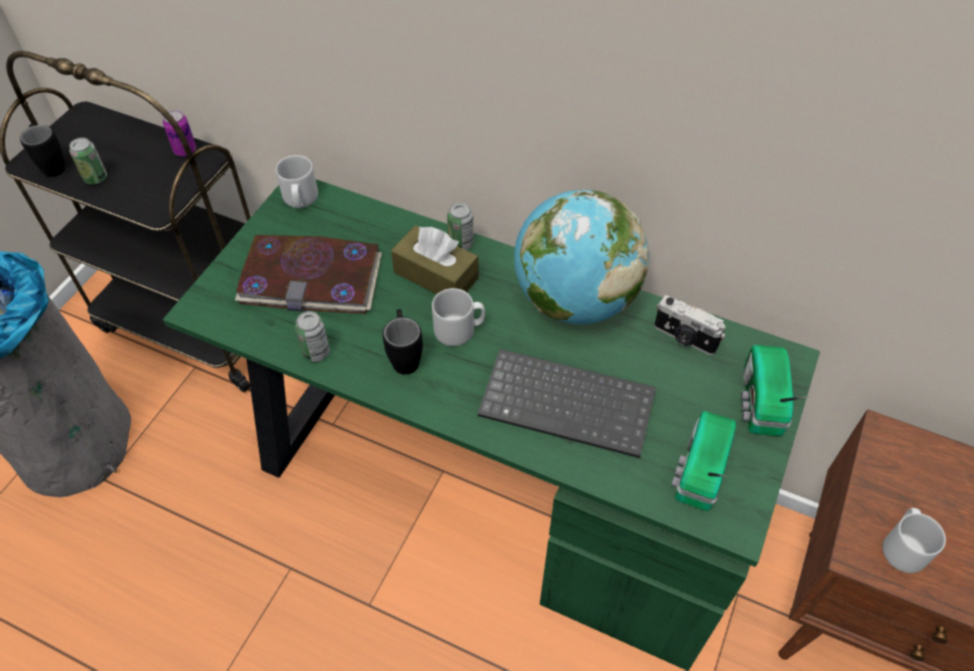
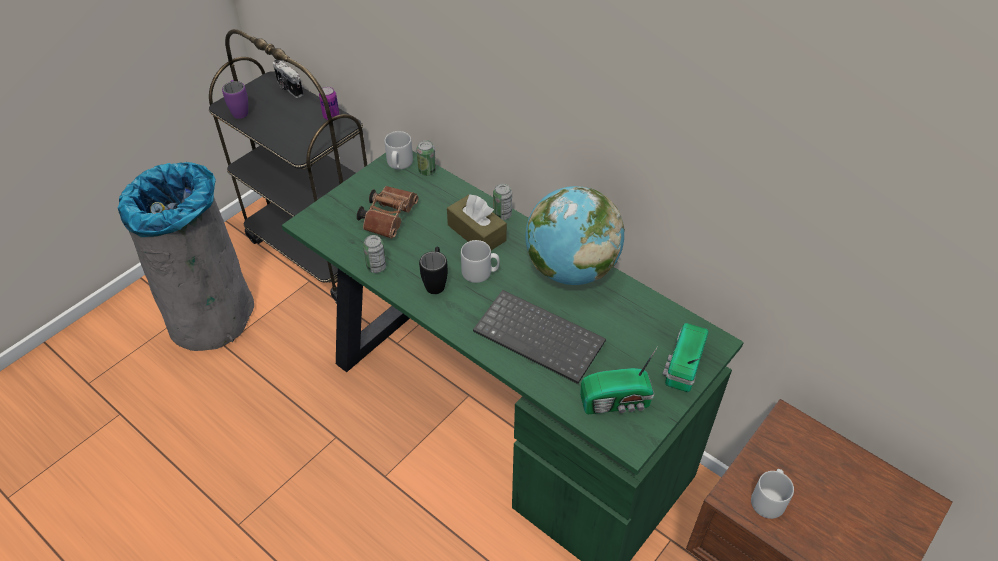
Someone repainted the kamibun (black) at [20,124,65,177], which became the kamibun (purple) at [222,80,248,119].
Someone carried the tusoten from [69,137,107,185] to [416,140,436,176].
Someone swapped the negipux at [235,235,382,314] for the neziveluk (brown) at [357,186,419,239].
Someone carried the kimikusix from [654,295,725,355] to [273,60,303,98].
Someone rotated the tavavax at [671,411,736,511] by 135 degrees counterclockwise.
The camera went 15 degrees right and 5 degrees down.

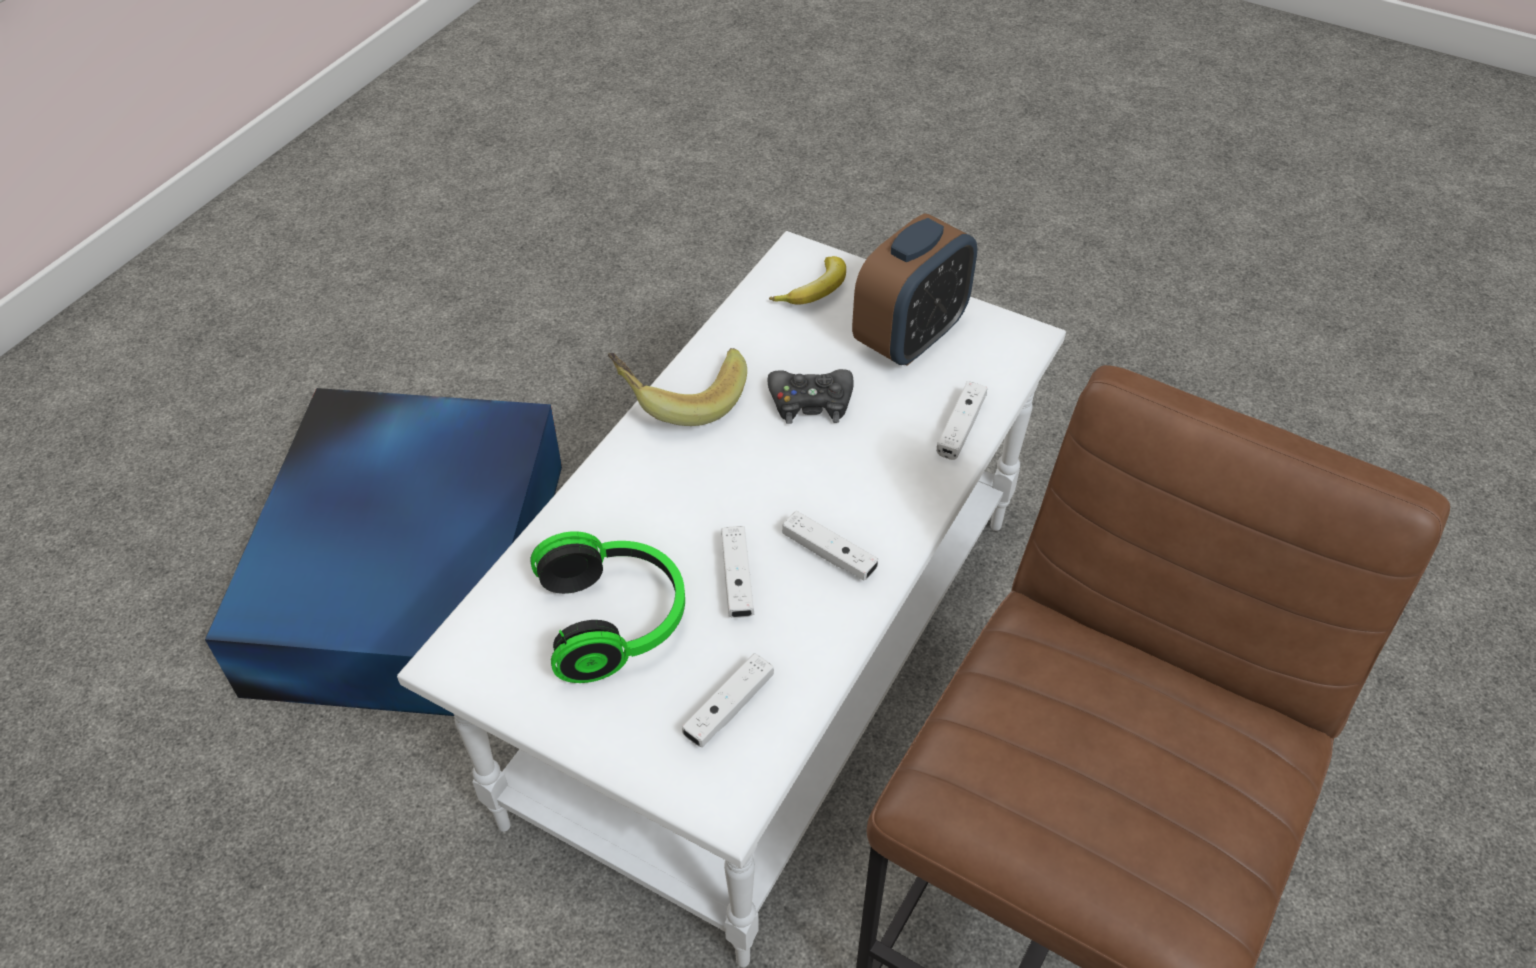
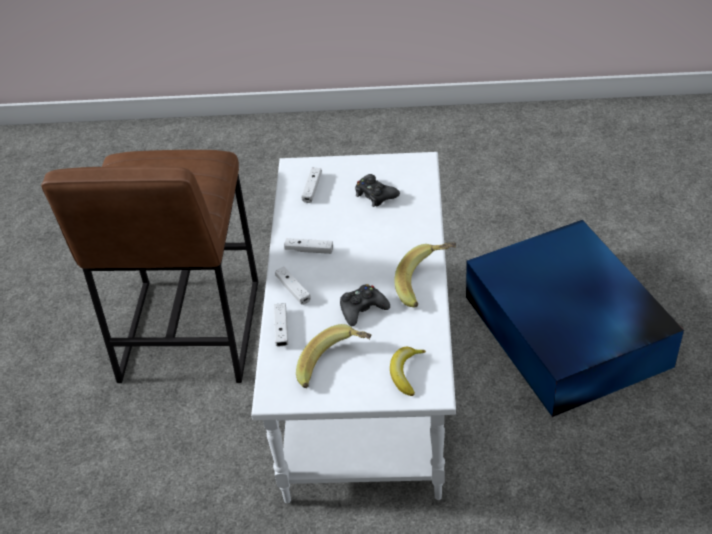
Someone swapped the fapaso at [530,531,685,683] for the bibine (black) at [355,174,400,207].
Someone carried the bibine (white) from [721,526,754,618] to [275,267,311,305].
Someone swapped the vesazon at [852,214,978,366] for the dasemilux at [296,324,372,388].
The camera went 155 degrees right and 5 degrees down.

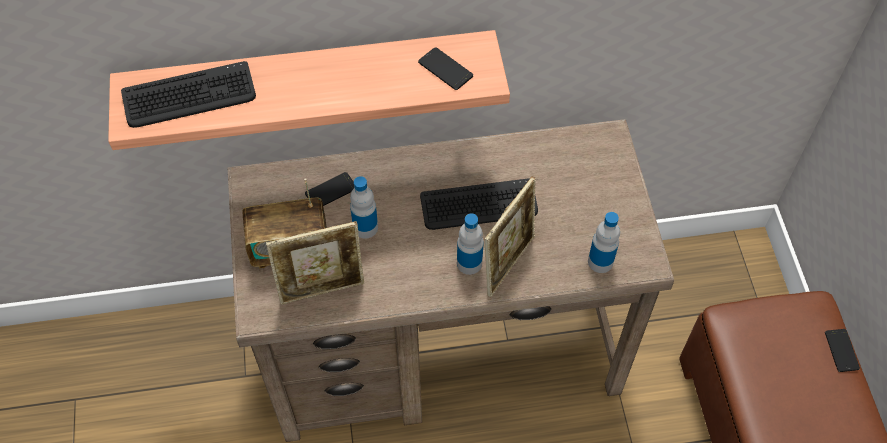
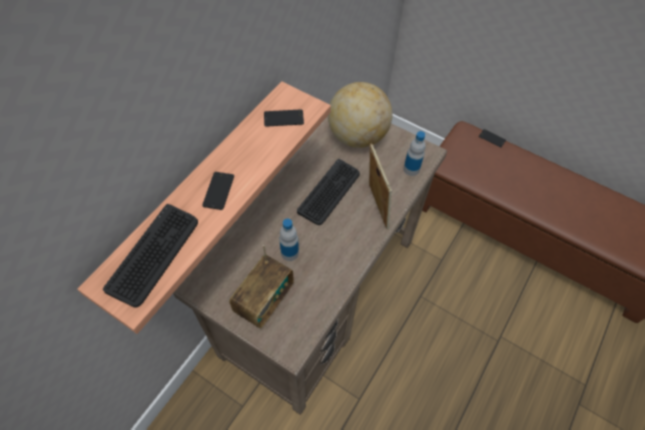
Someone took away the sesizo at [266,221,364,305].
Someone carried the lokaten from [305,172,354,206] to [202,172,234,210].
Someone took away the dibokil at [457,213,484,275].
Someone put down the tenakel at [328,82,392,148].
The camera went 50 degrees left and 0 degrees up.

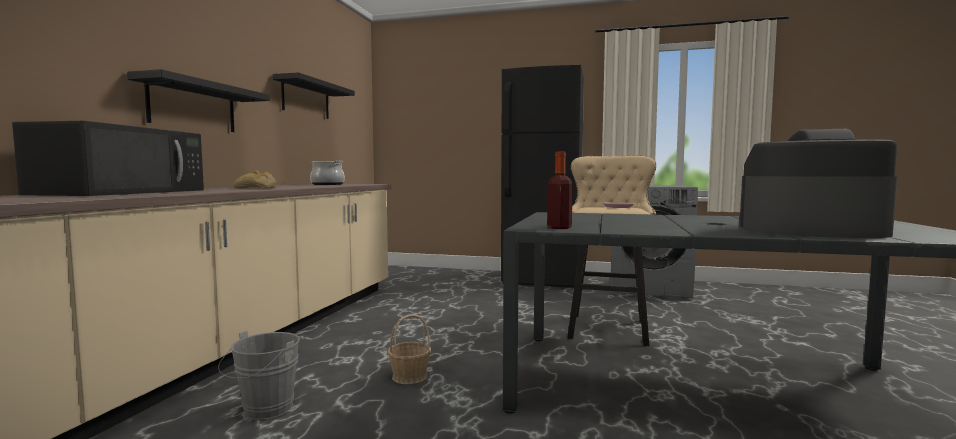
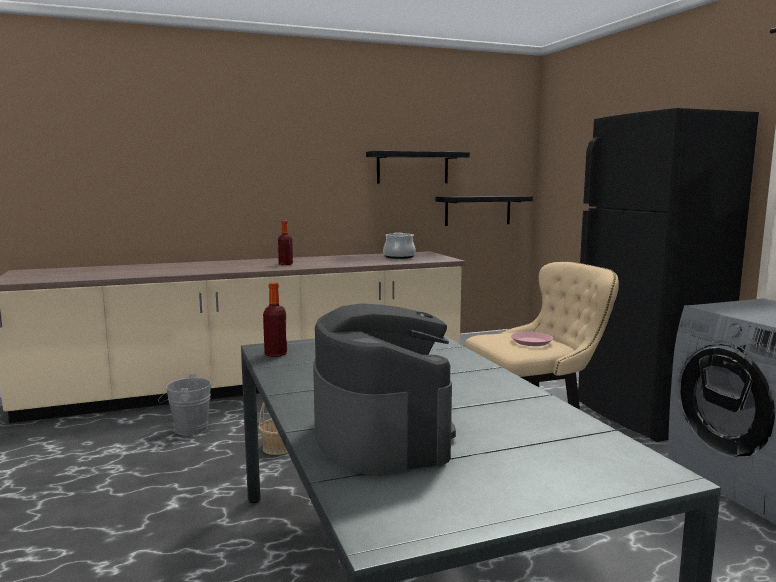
Someone took away the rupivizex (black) at [12,121,204,196].
Someone carried the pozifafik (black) from [127,69,270,132] to [436,196,533,226].
Someone swapped the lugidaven at [234,170,276,188] for the dibokil at [278,221,293,265].
The camera went 55 degrees right and 5 degrees up.

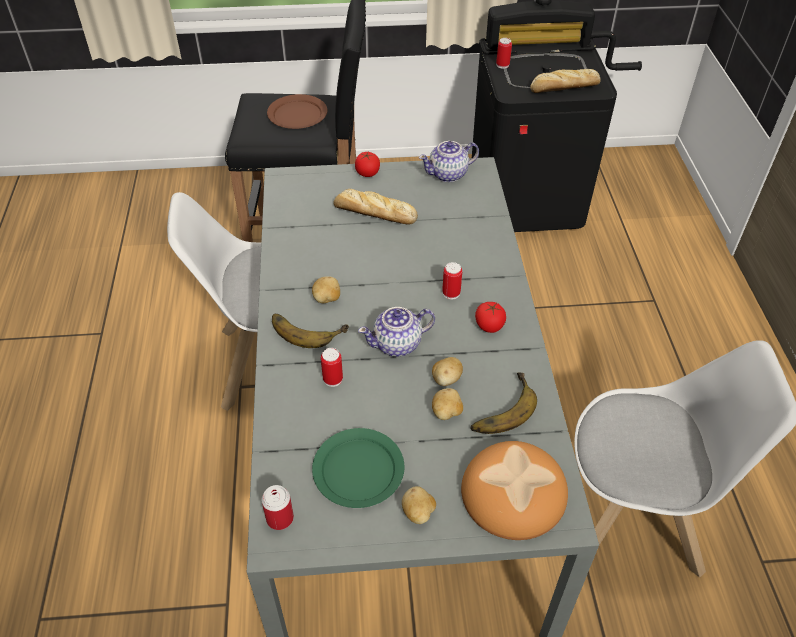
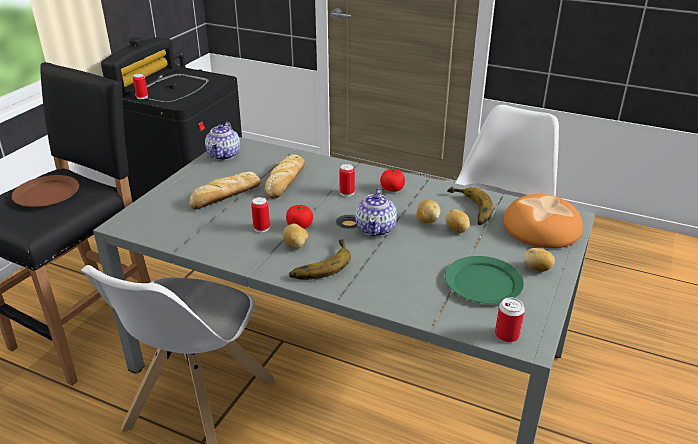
Someone carried the tusoten from [321,348,343,387] to [251,197,270,232].
Someone carried the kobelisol from [355,152,380,177] to [286,205,313,229].
Someone carried the lugidaven from [530,69,601,93] to [265,154,305,199].
The camera went 60 degrees left and 15 degrees down.

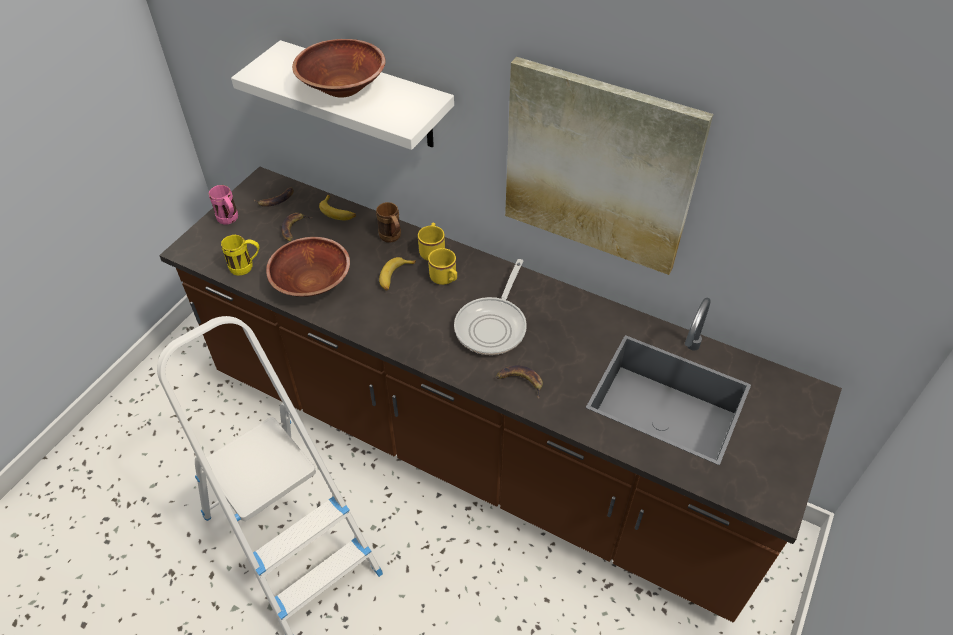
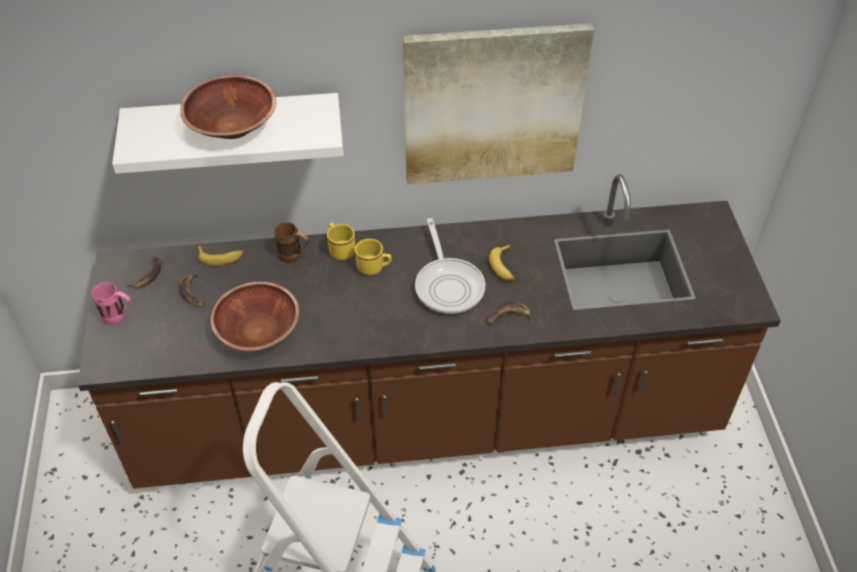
Someone took away the kamibun (yellow) at [221,235,260,276].
Someone carried the dasemilux from [379,257,416,291] to [489,244,515,281].
The camera went 35 degrees left and 0 degrees up.

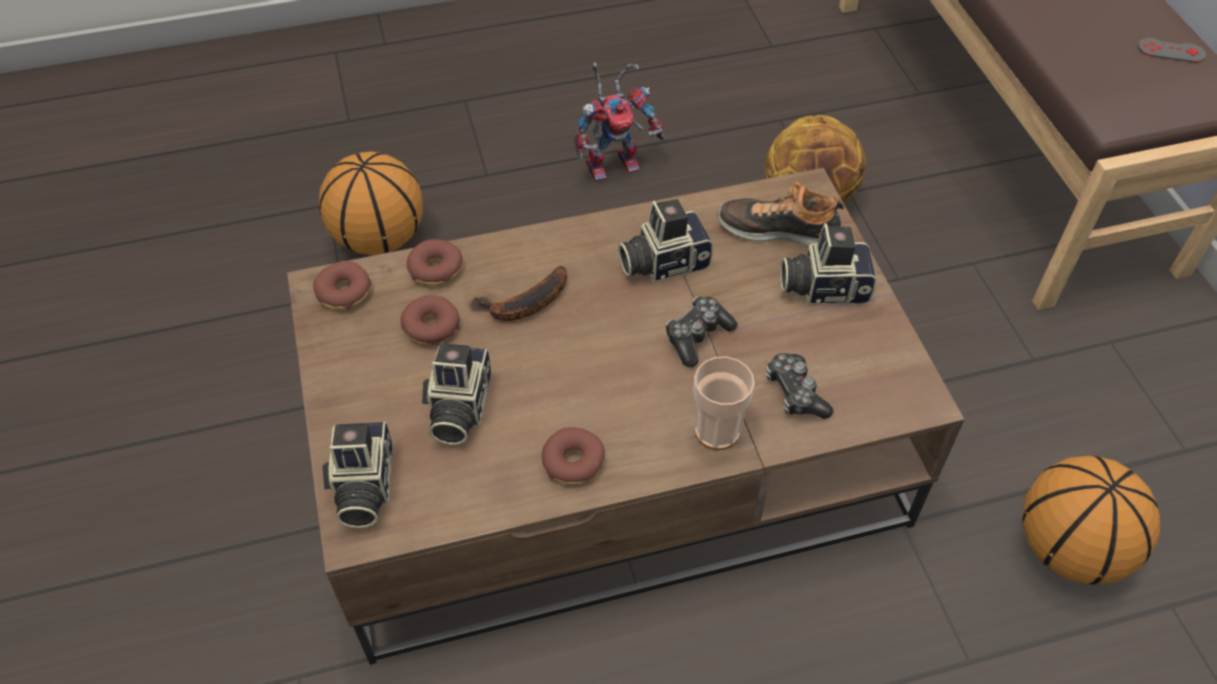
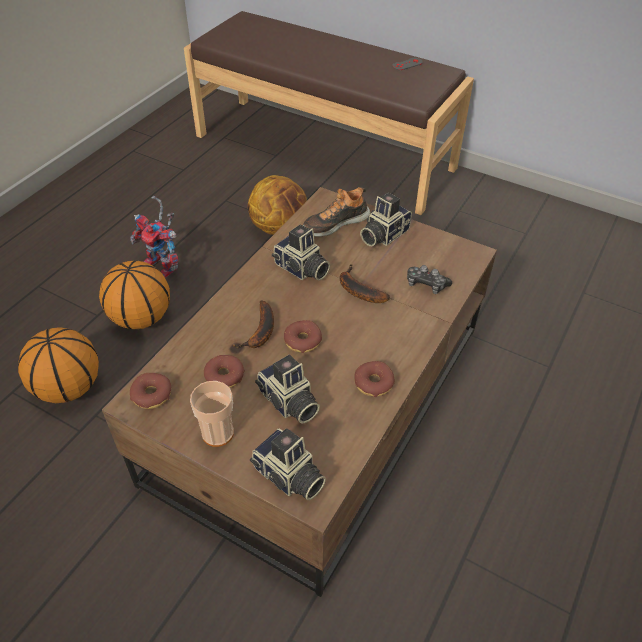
Someone carried the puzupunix from [407,239,462,285] to [284,320,322,353].
Someone rotated the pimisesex at [574,63,665,183] by 105 degrees clockwise.
Someone rotated the kimikusix at [618,199,713,283] by 75 degrees counterclockwise.
Someone swapped the bibine at [665,297,738,367] for the dasemilux at [340,264,390,303].
Someone carried the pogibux from [693,357,755,450] to [190,381,234,447].
Someone carried the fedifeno from [1022,456,1160,585] to [99,261,170,329].
The camera went 45 degrees left and 5 degrees down.

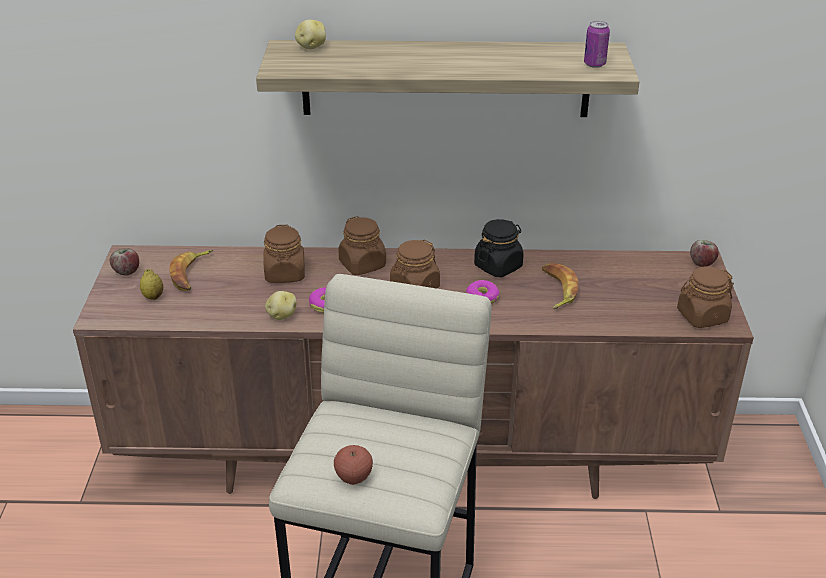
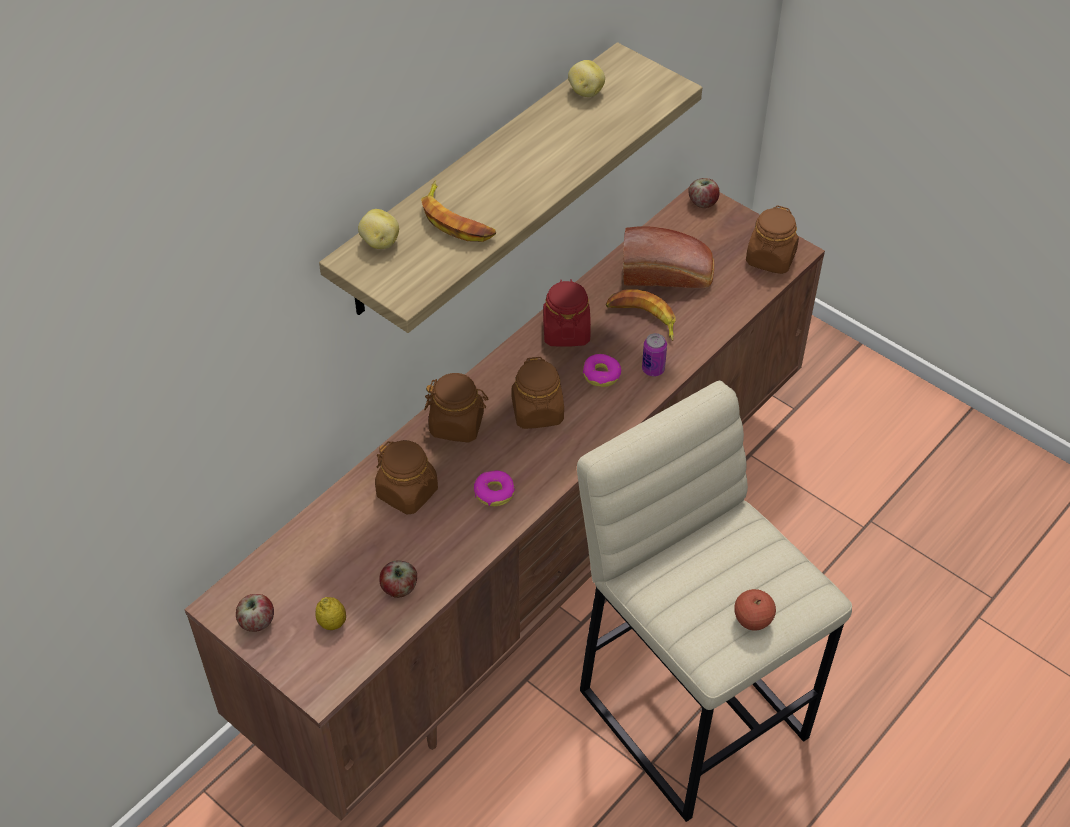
Someone carried the dasemilux from [170,250,213,291] to [421,180,496,242].
Someone carried the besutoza from [265,291,297,320] to [568,60,605,97].
Someone repainted the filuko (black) at [474,219,524,277], which became the filuko (red) at [543,279,591,347].
Someone carried the tusoten from [584,21,610,68] to [642,333,667,377].
Someone put down the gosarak at [379,560,417,598].
Someone put down the lugidaven at [622,226,714,289].
The camera went 50 degrees left and 15 degrees up.

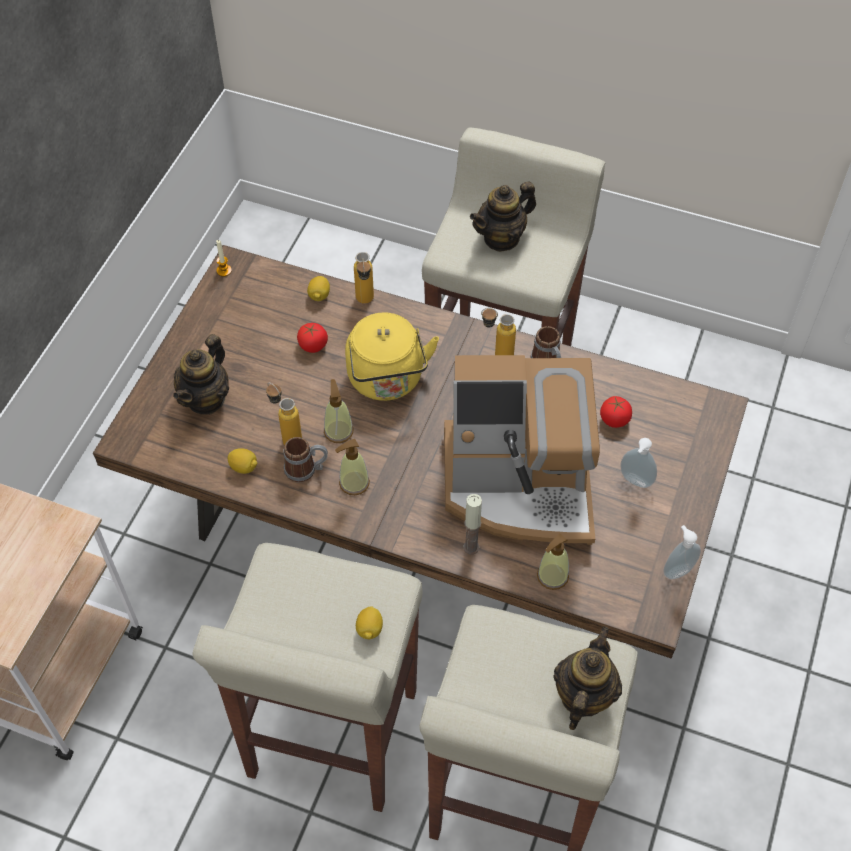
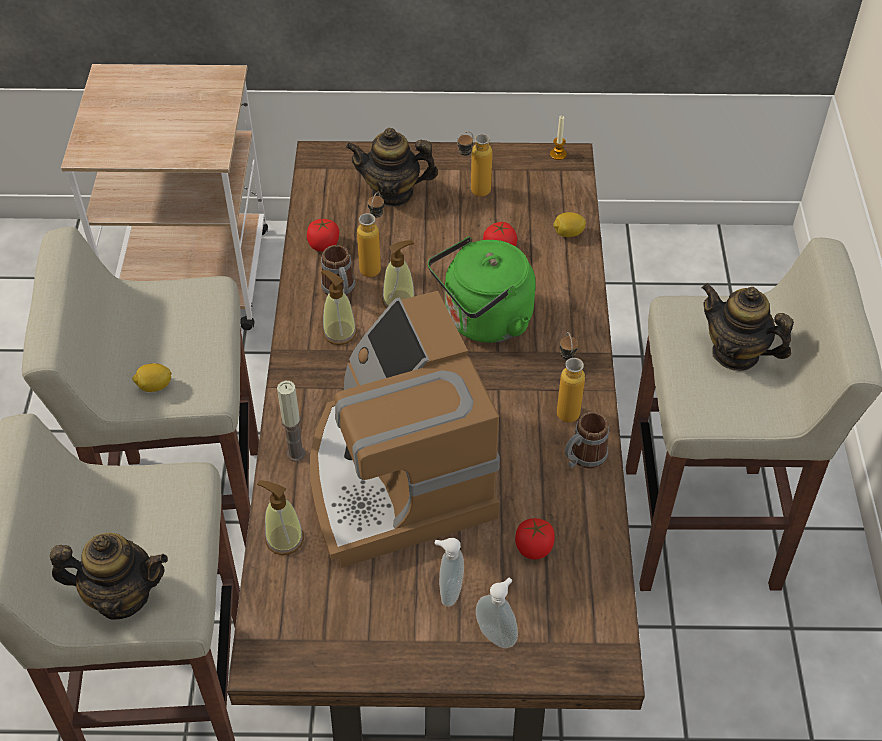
Someone swapped the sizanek at [228,448,258,474] for the kobelisol at [307,218,339,252].
Someone repainted the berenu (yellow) at [345,312,439,401], which became the berenu (green) at [428,236,536,343].
Someone carried the dibokil from [354,252,374,304] to [457,132,492,197].
Someone carried the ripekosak from [664,525,701,579] to [476,578,518,648].
The camera went 70 degrees right and 5 degrees down.

